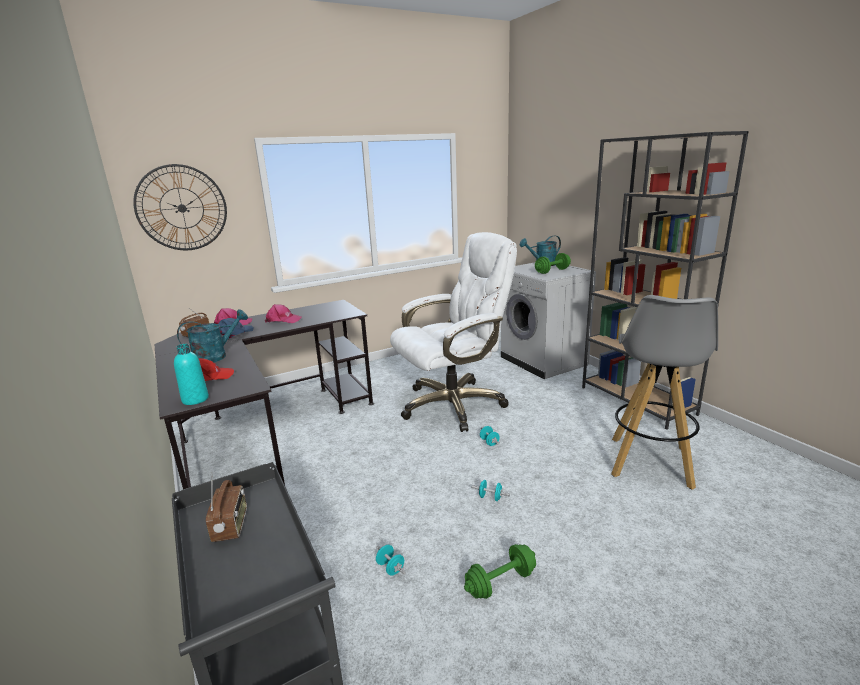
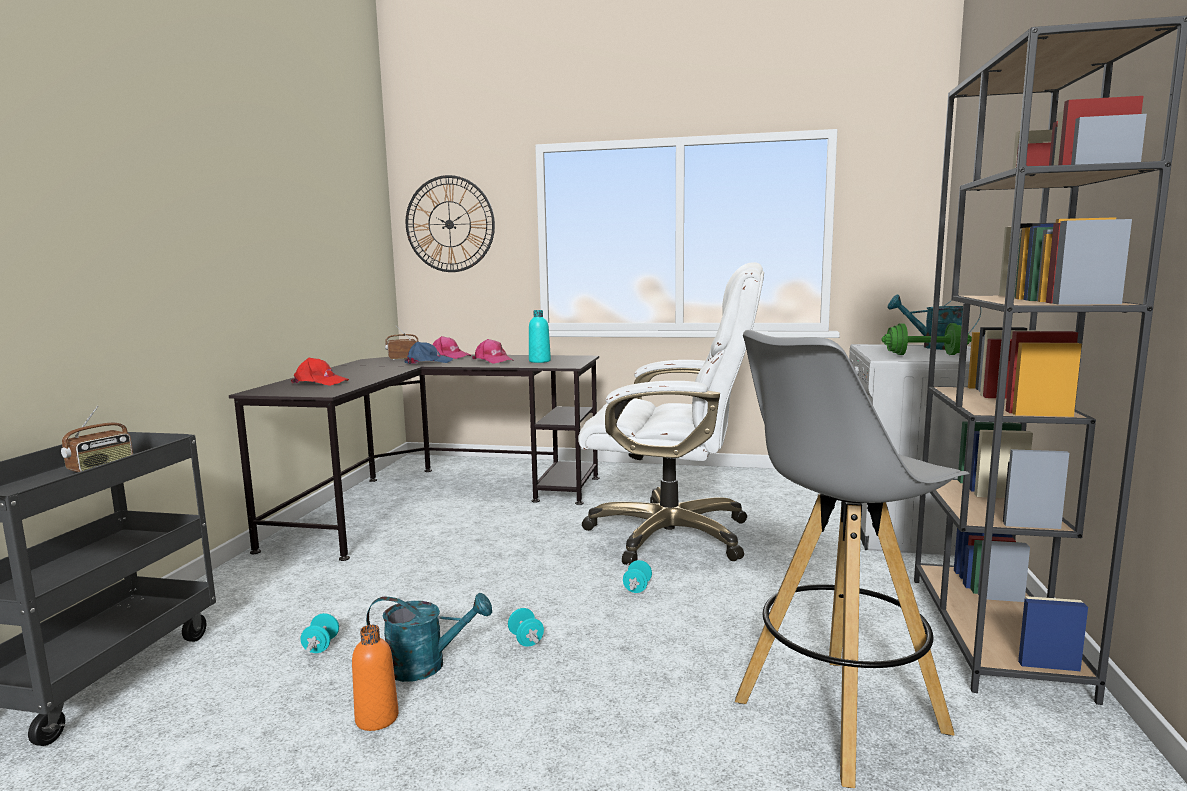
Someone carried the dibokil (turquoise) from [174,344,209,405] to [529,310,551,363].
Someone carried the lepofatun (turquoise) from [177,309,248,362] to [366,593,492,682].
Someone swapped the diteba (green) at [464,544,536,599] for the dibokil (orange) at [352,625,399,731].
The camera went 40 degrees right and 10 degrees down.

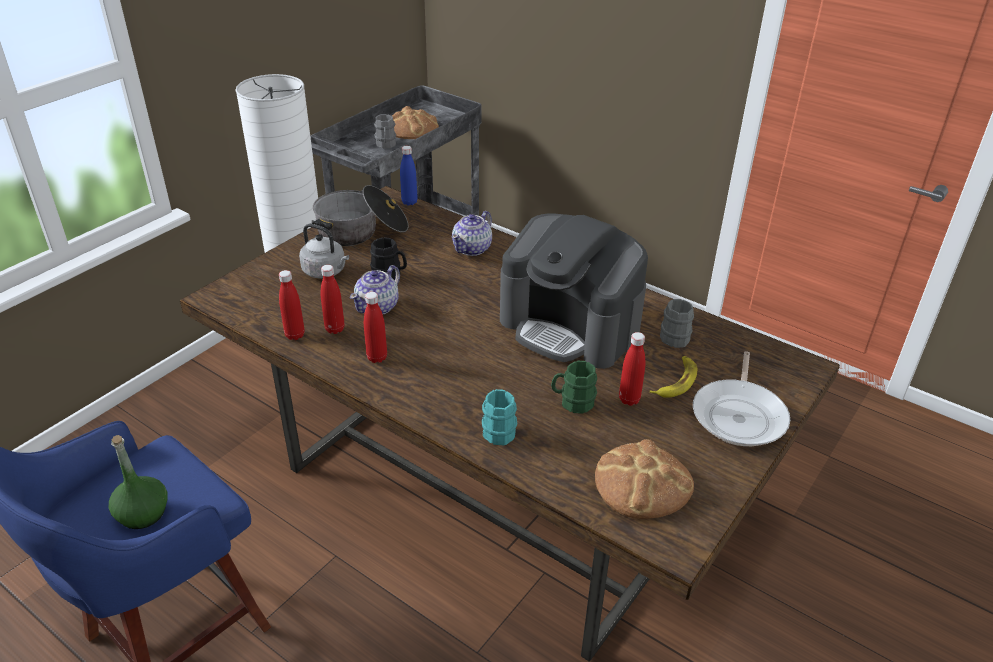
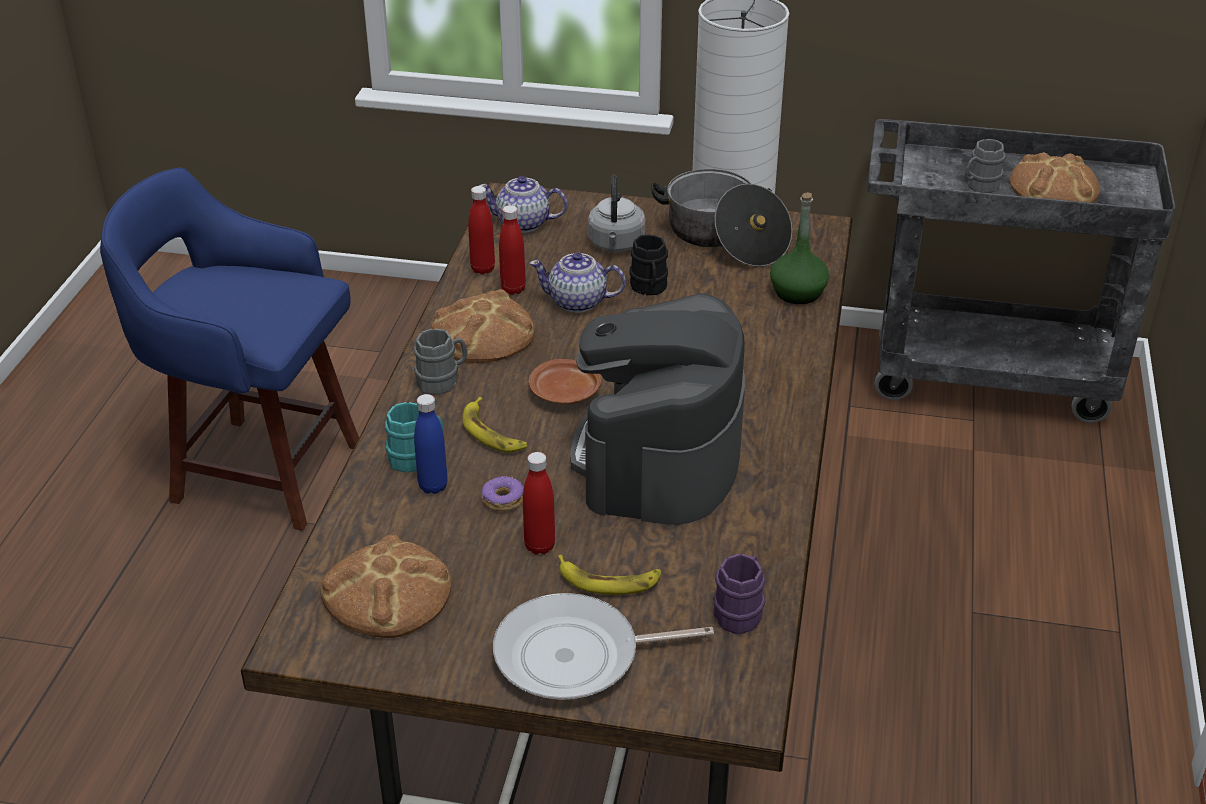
Someone carried the dibokil (green) from [109,435,168,529] to [770,192,830,304].
Someone swapped the dibokil (red) at [364,292,387,363] for the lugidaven at [431,289,535,363].
Someone carried the dibokil (blue) from [400,146,417,206] to [414,394,448,494].
Someone carried the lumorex from [452,211,492,256] to [479,176,567,233].
Someone swapped the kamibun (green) at [551,360,597,414] for the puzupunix at [481,476,524,512].
Someone carried the kamibun (grey) from [660,299,694,348] to [414,328,467,395].
Someone put down the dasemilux at [463,397,527,452].
Someone put down the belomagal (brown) at [529,359,601,404].
Someone put down the kamibun (purple) at [713,554,765,634].
The camera went 65 degrees right and 0 degrees up.

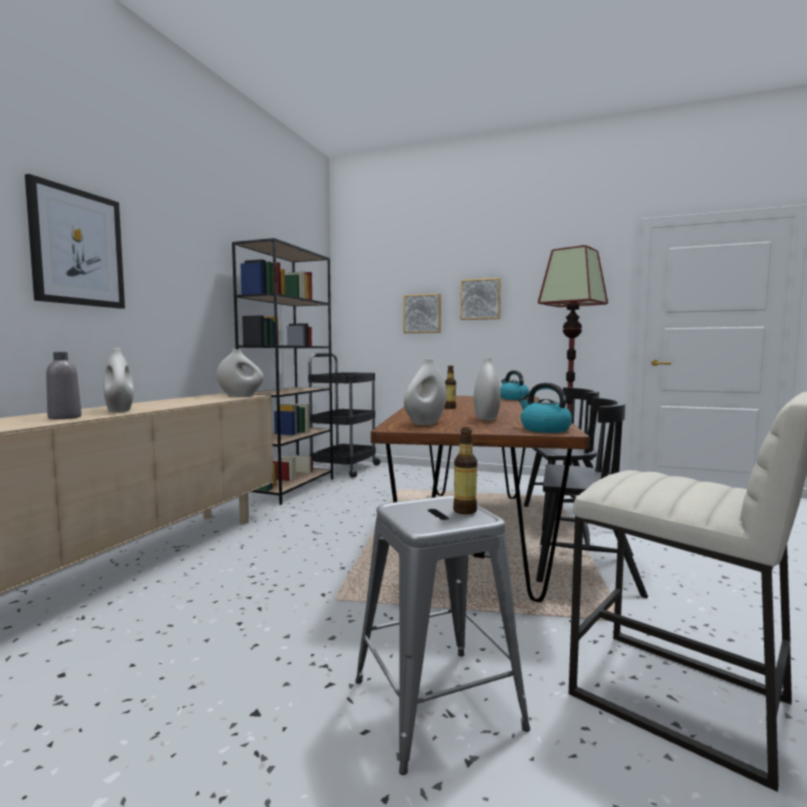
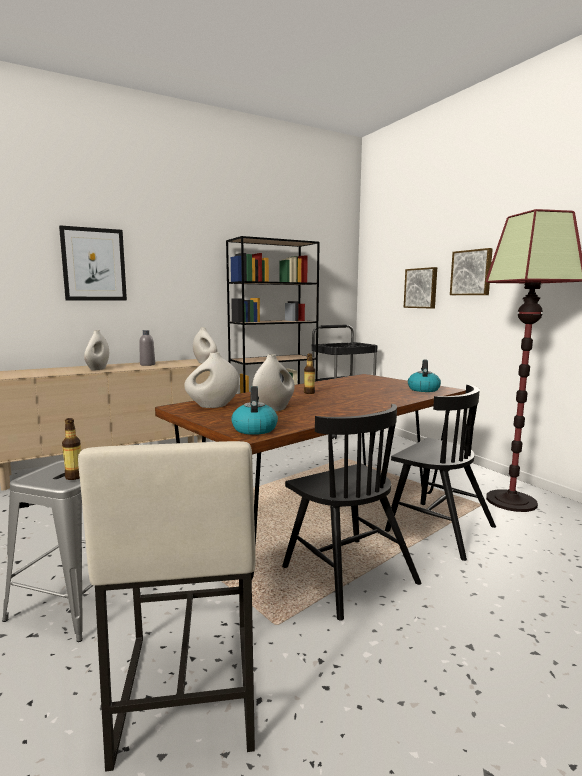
Someone carried the dibokil (grey) from [46,352,82,419] to [139,330,155,366].
The camera went 40 degrees right and 5 degrees up.

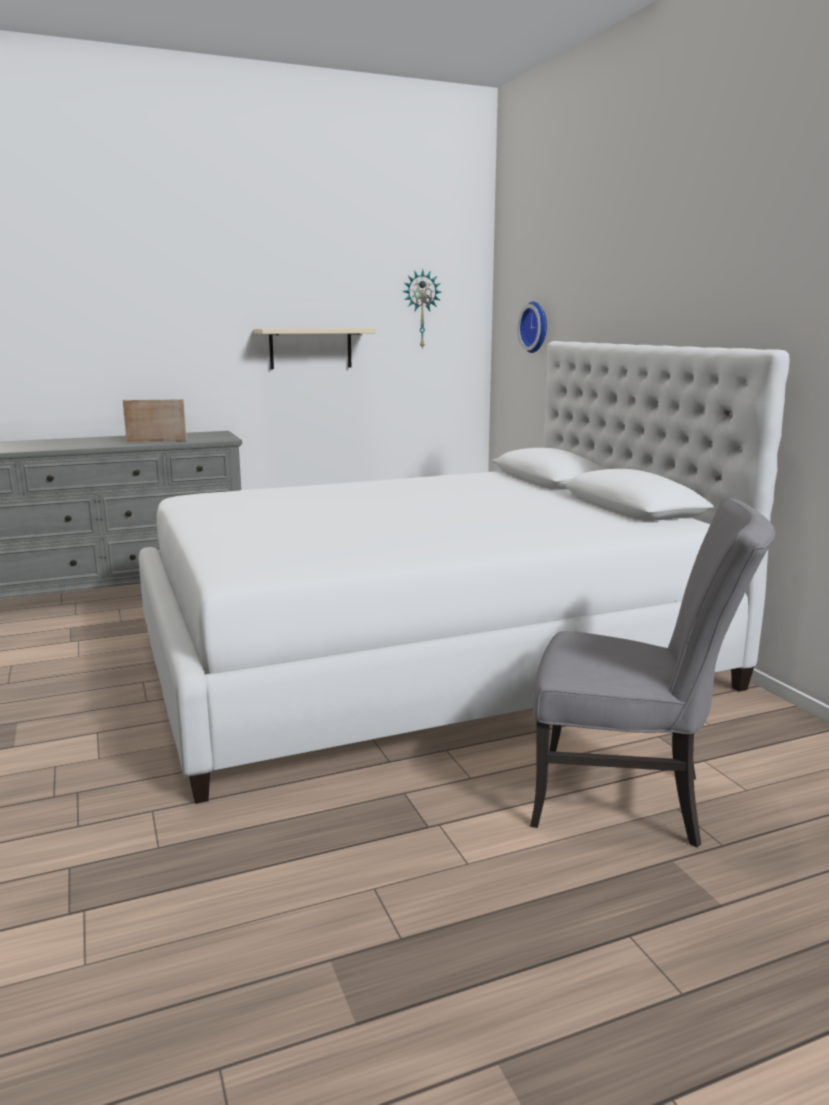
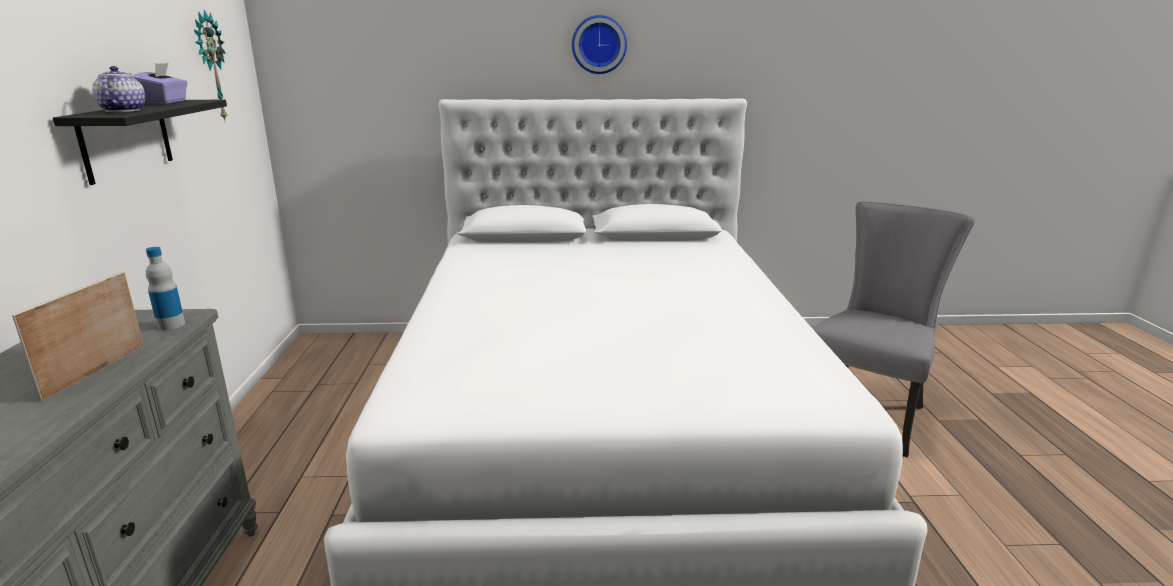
Someone repainted the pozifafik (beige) at [254,328,376,369], which became the pozifafik (black) at [53,100,227,185].
Someone carried the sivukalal from [517,302,547,353] to [572,15,627,74].
Someone put down the lumorex at [92,66,145,112].
Someone put down the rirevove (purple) at [133,63,188,104].
Someone put down the dibokil at [146,247,185,330].
The camera went 70 degrees left and 5 degrees up.

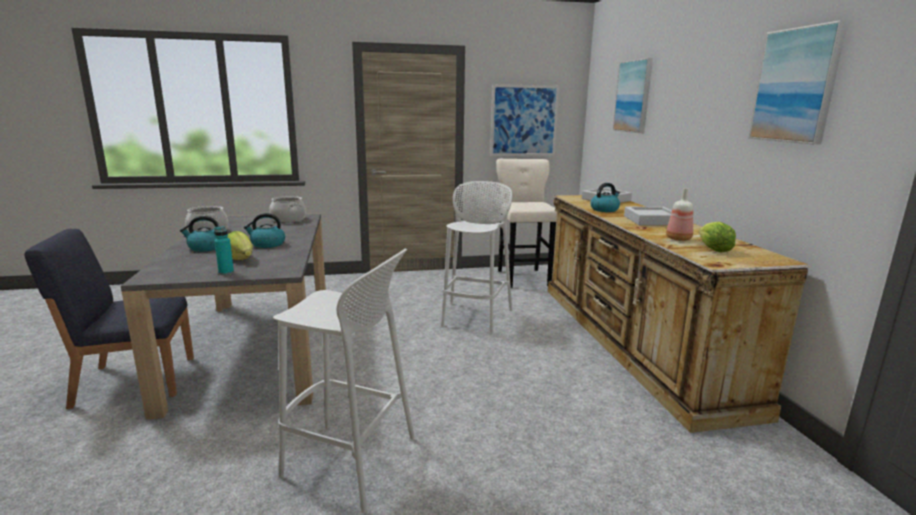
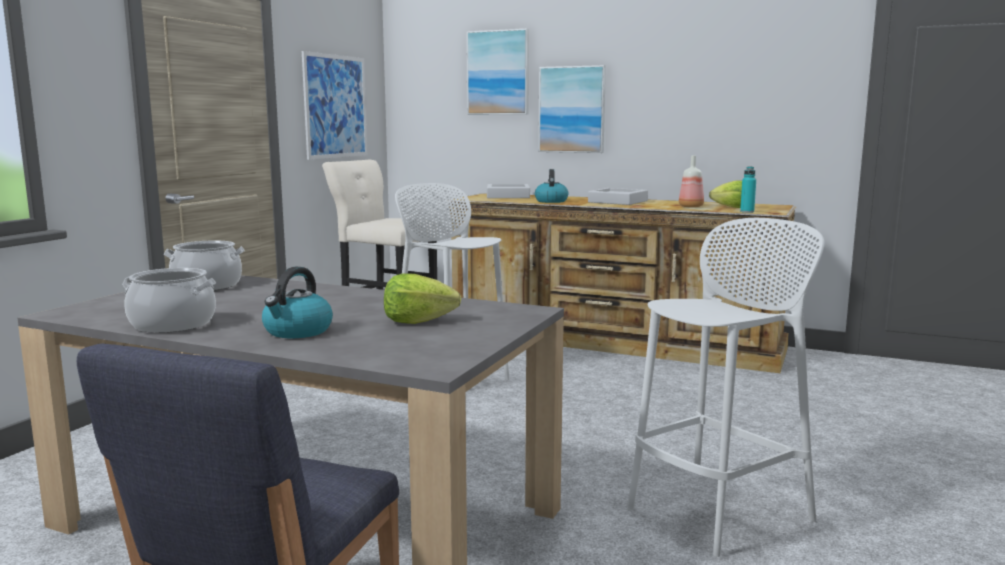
Someone carried the dibokil (turquoise) from [214,226,234,275] to [740,166,756,213].
Someone took away the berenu at [244,213,285,248].
Someone carried the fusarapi from [749,20,848,145] to [538,65,606,153].
The camera went 55 degrees left and 5 degrees down.

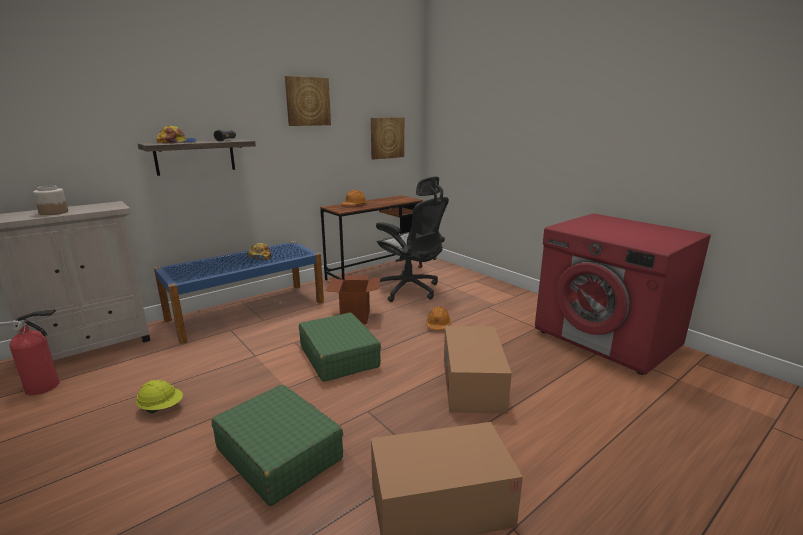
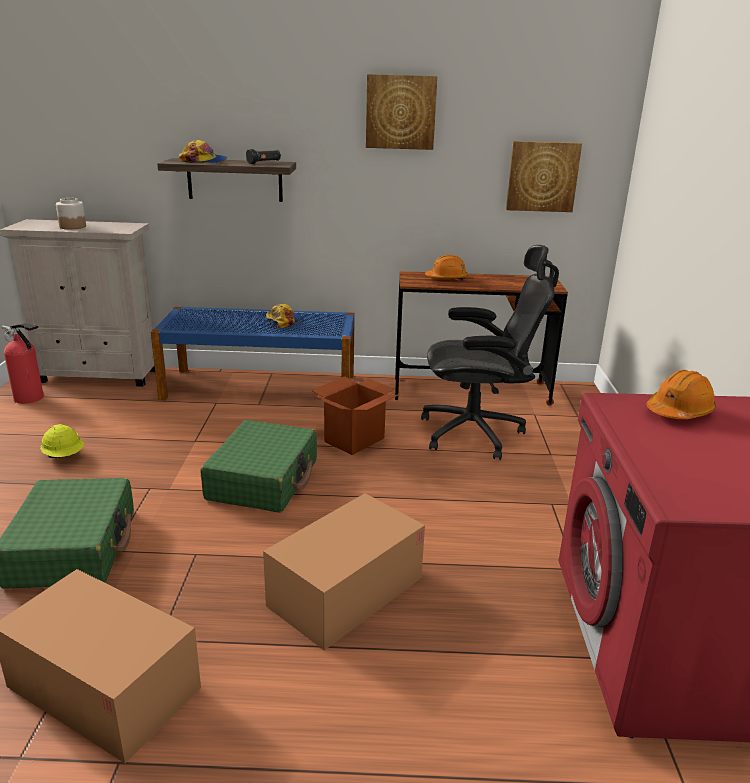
Someone rotated the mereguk at [376,176,449,302] by 90 degrees counterclockwise.
Someone carried the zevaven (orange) from [426,307,451,330] to [647,370,716,419].
The camera went 40 degrees right and 5 degrees up.

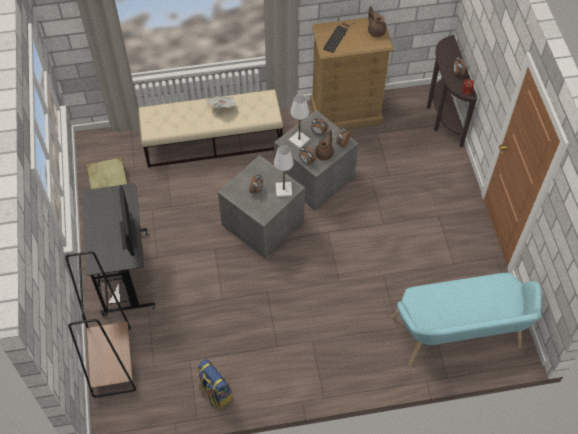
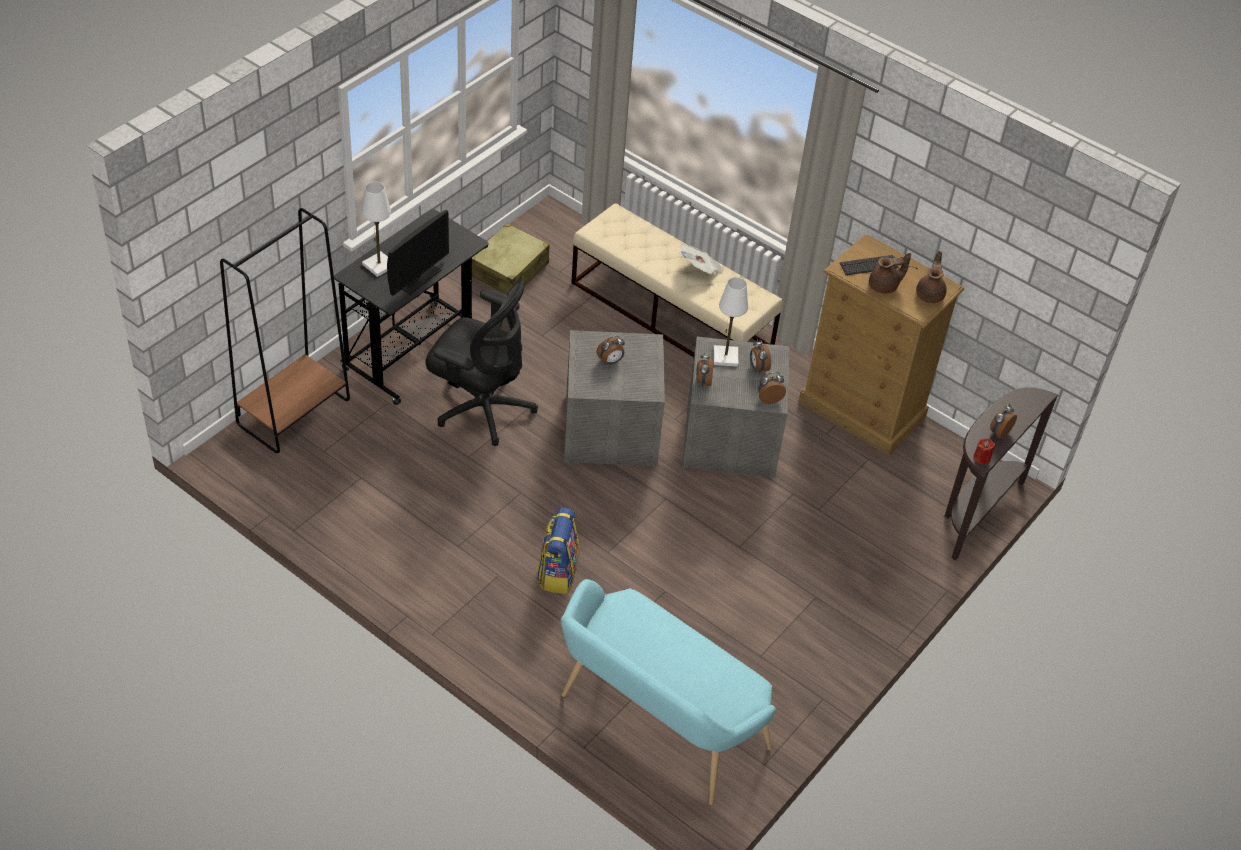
Someone carried the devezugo from [197,359,233,409] to [537,508,580,594].
Someone carried the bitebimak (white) from [274,145,293,197] to [361,182,391,277].
Someone carried the lumorex (brown) from [315,129,334,161] to [869,253,911,294].
Someone put down the mereguk (black) at [425,279,538,446].
The camera went 45 degrees right and 10 degrees down.

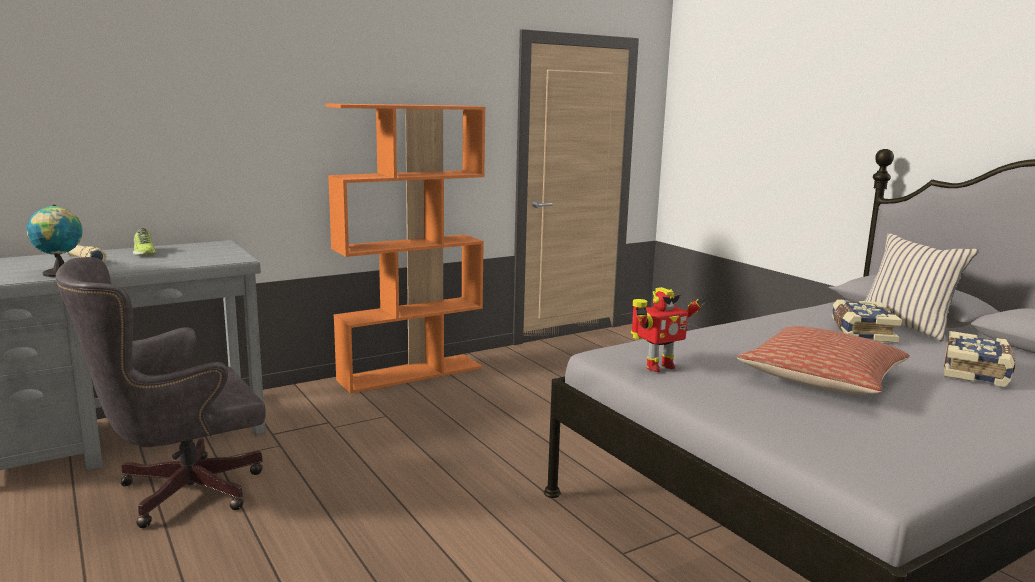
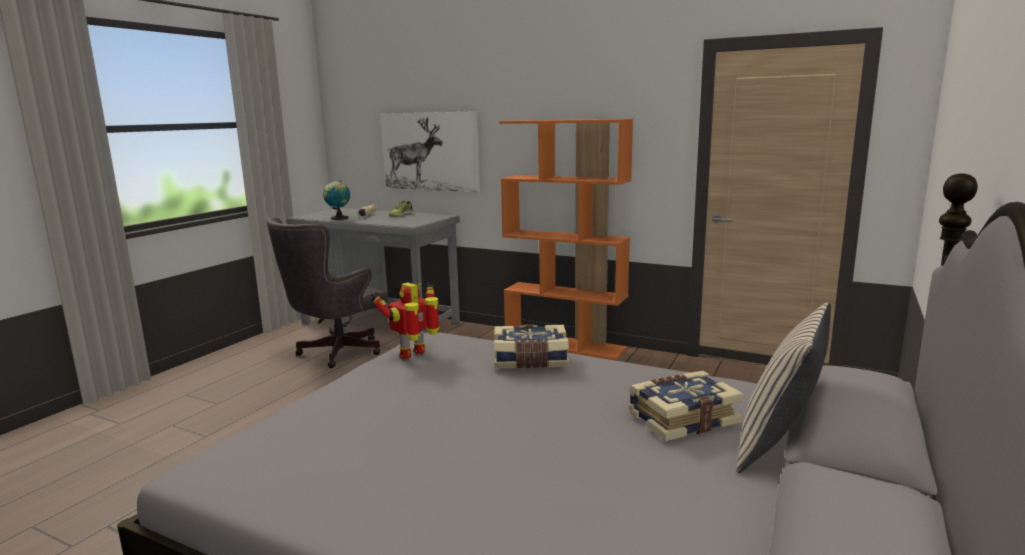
Someone rotated the mereguk (grey) at [55,257,266,528] by 75 degrees counterclockwise.
Someone rotated the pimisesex at [631,287,706,372] by 105 degrees clockwise.
Someone took away the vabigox at [737,326,910,394].
Someone carried the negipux from [944,331,1015,387] to [494,324,569,368].
Someone put up the fusarapi at [380,111,480,193].
The camera went 60 degrees right and 0 degrees up.

